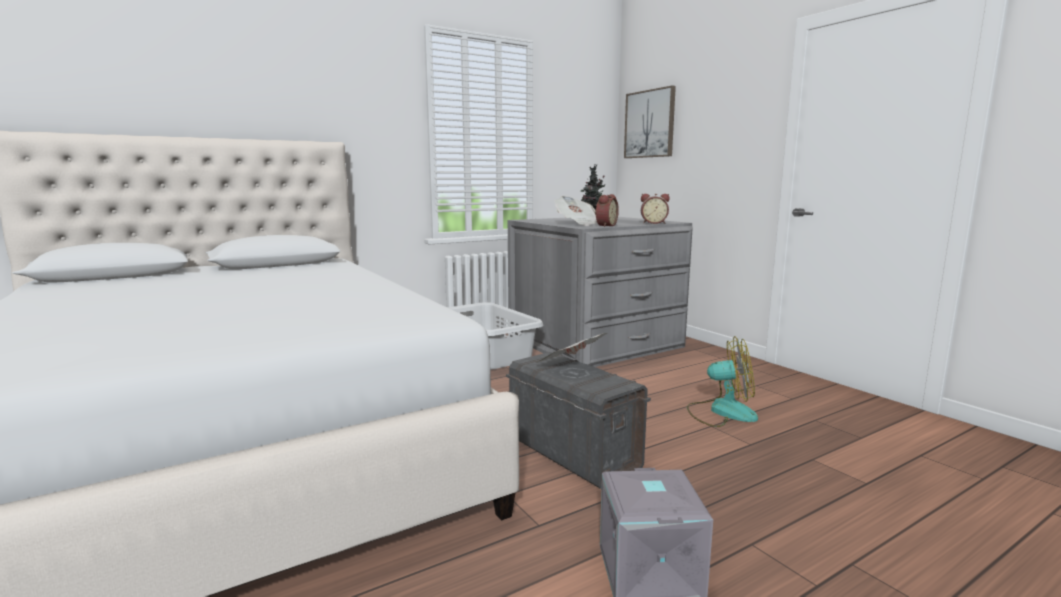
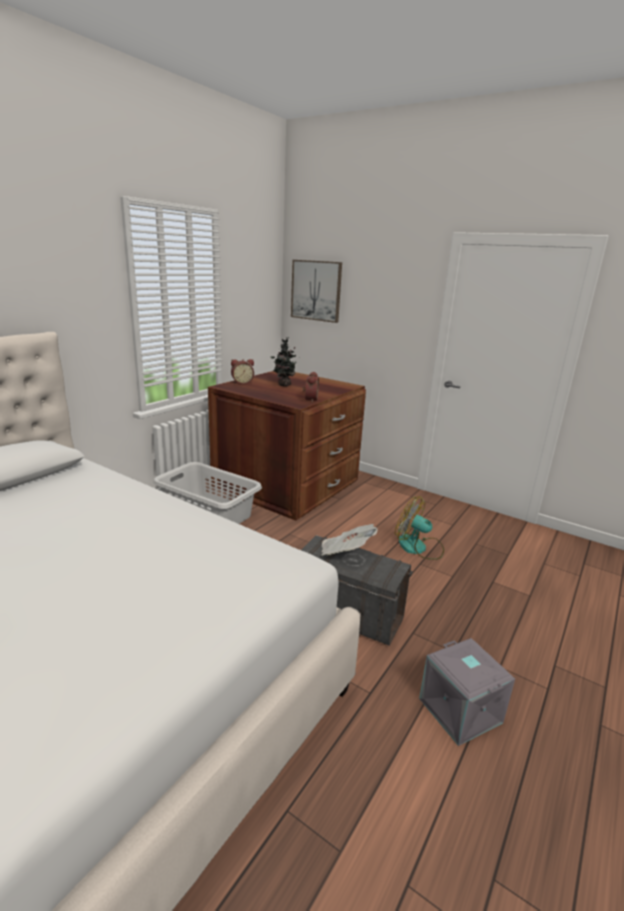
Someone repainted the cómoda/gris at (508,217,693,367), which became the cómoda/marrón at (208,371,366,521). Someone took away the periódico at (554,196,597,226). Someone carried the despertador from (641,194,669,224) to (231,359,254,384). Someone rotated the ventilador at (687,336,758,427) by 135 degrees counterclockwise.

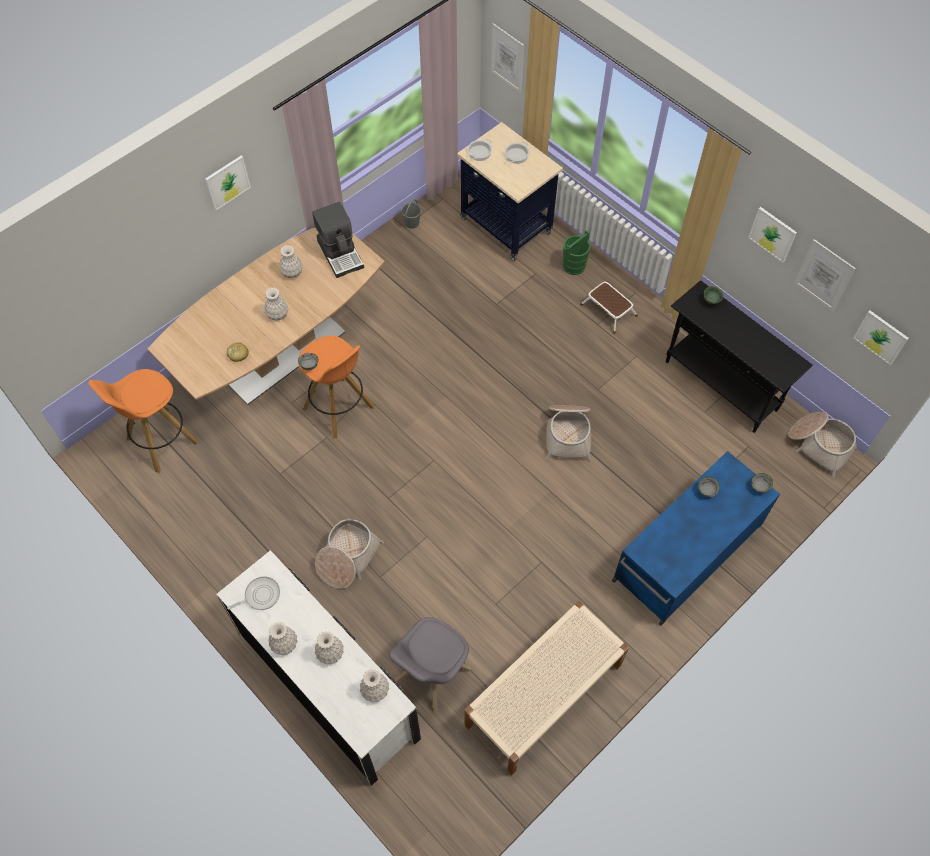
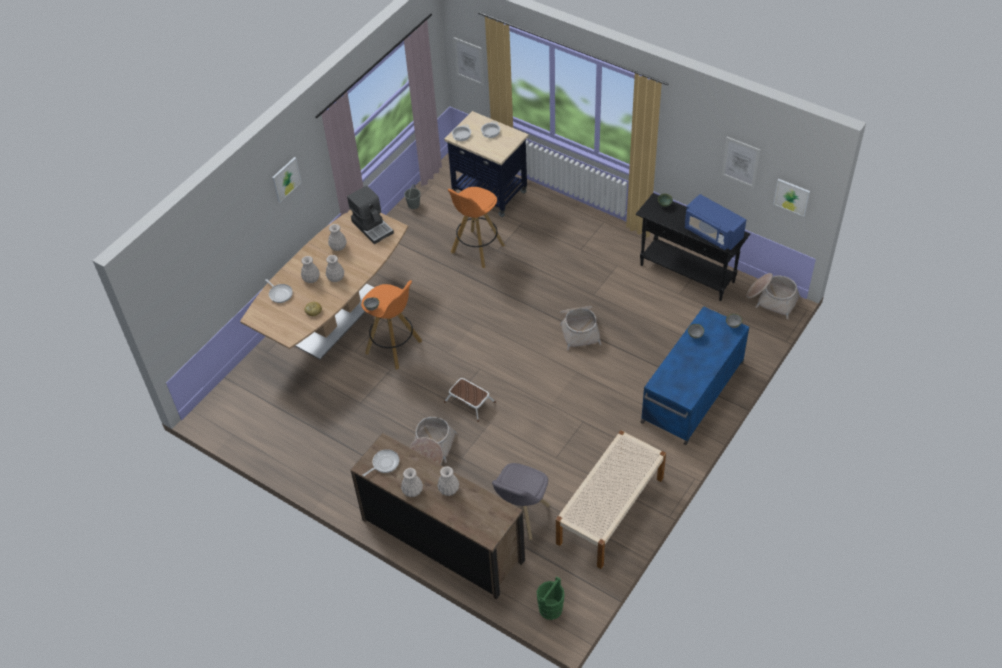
Someone carried the taburete/naranja from (88,369,198,473) to (448,187,505,268). Someone repainted the cómoda/blanco at (216,550,421,785), which became the cómoda/marrón at (351,433,525,599). Someone carried the florero/blanco from (360,669,389,702) to (301,256,320,283). Someone carried the cubo/verde from (563,230,591,275) to (537,576,565,620). Someone carried the escalera de tijera/marrón from (580,282,638,334) to (444,378,496,422). Someone took away the cuadro at (748,207,797,263). Someone put down the sartén at (265,279,293,303). Someone put down the microondas/azul at (685,194,746,250).

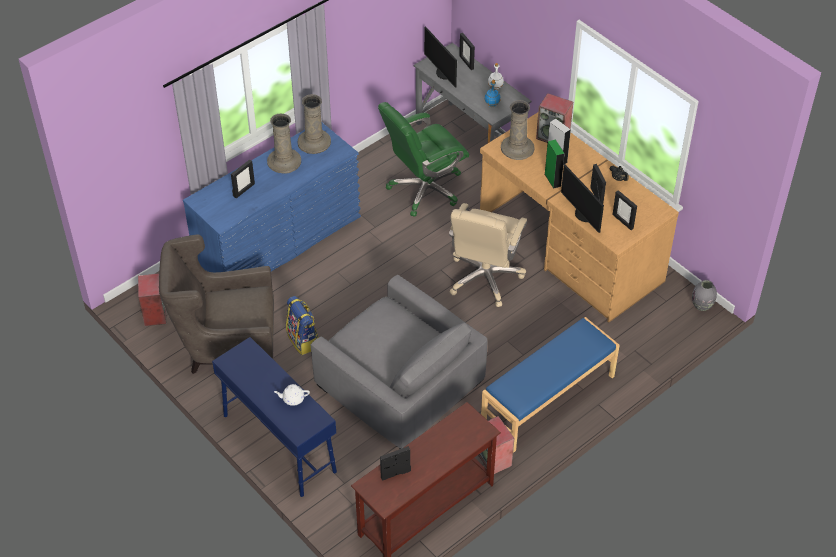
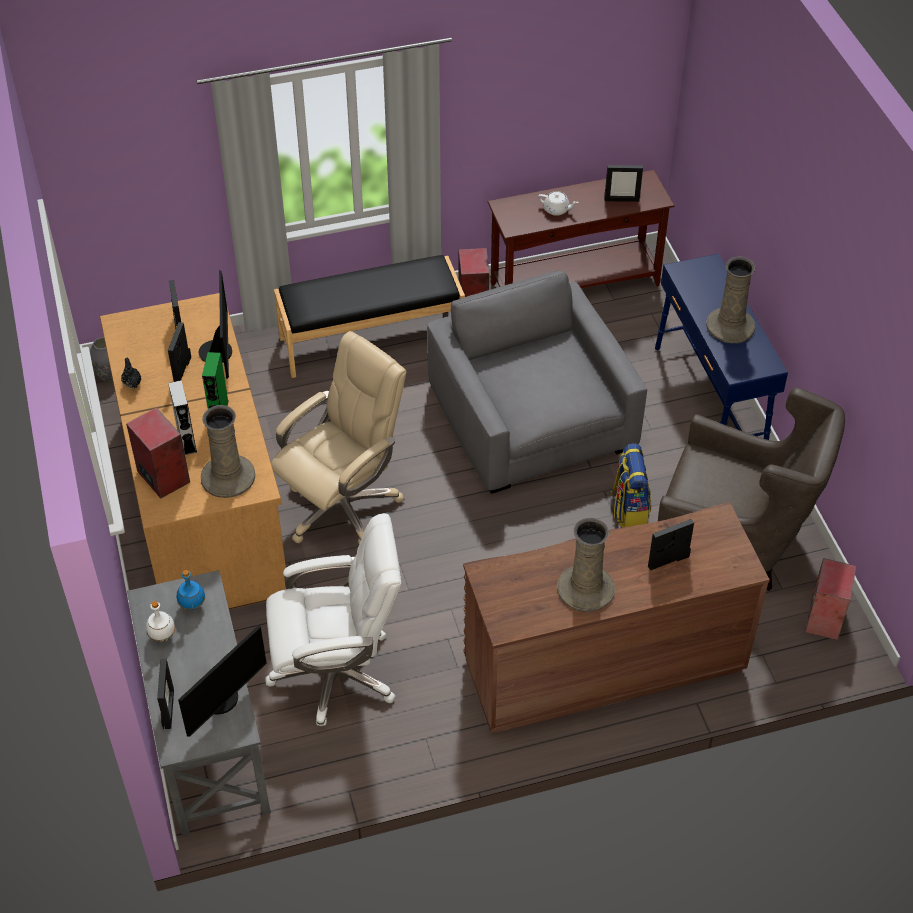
Someone repainted the cómoda/azul at (183,123,361,272), which became the cómoda/marrón at (463,502,770,733). Someone carried the tetera/blanco from (274,384,310,406) to (538,191,579,216). Someone carried the florero/beis from (298,94,331,154) to (706,257,755,343). Someone repainted the silla de oficina/verde at (378,102,469,217), which became the silla de oficina/blanco at (265,513,401,726). Someone rotated the monitor at (424,26,457,87) by 45 degrees clockwise. Someone repainted the banco/azul at (481,317,620,453), which became the banco/negro at (274,255,465,378).

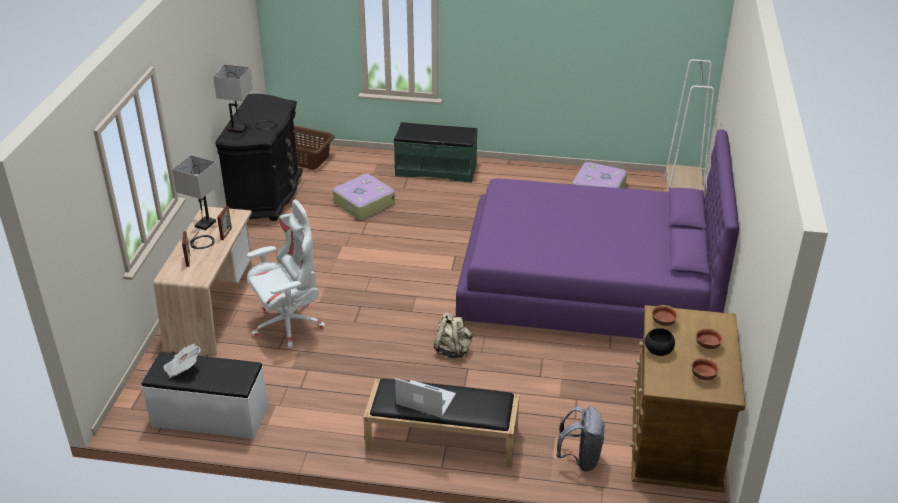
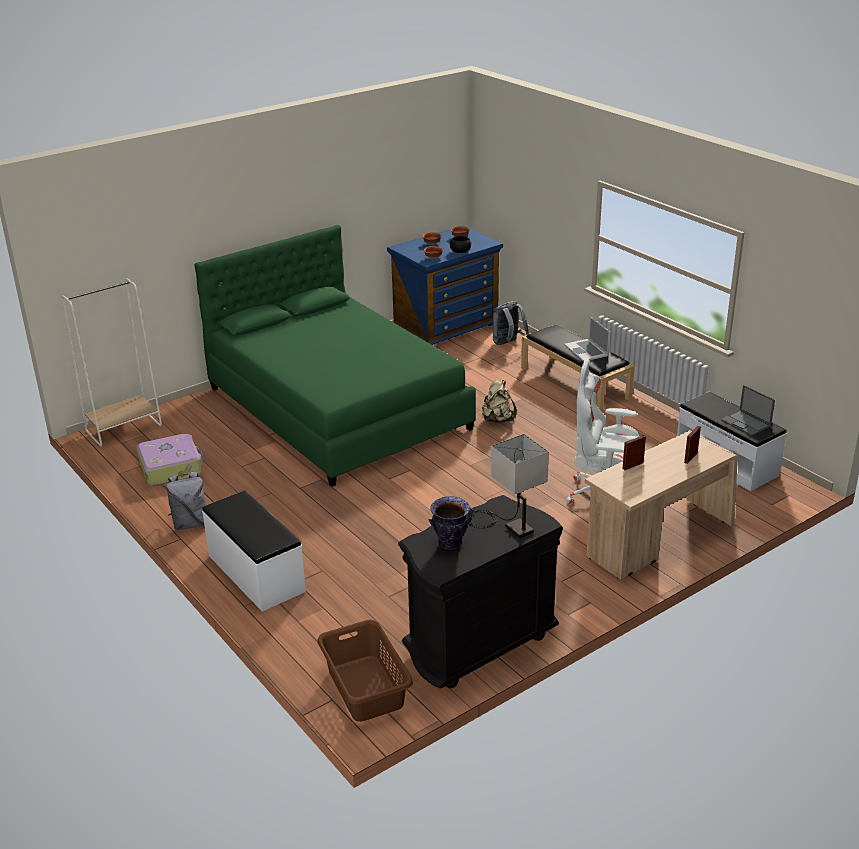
Someone swapped the periódico at (163,344,201,378) for the portátil at (721,385,775,436). Someone took away the lámpara de mesa at (172,155,219,249). Someone took away the maleta at (333,174,395,220). Someone repainted the banco/verde at (394,122,478,183), which became the banco/blanco at (202,491,306,612). Someone repainted the cama/morado at (456,129,739,339), which became the cama/verde at (194,225,476,487). Someone repainted the cómoda/marrón at (630,305,745,493), which became the cómoda/azul at (387,228,503,345). Someone put down the mochila/gris at (167,471,206,530). Someone put down the florero at (428,496,472,549).

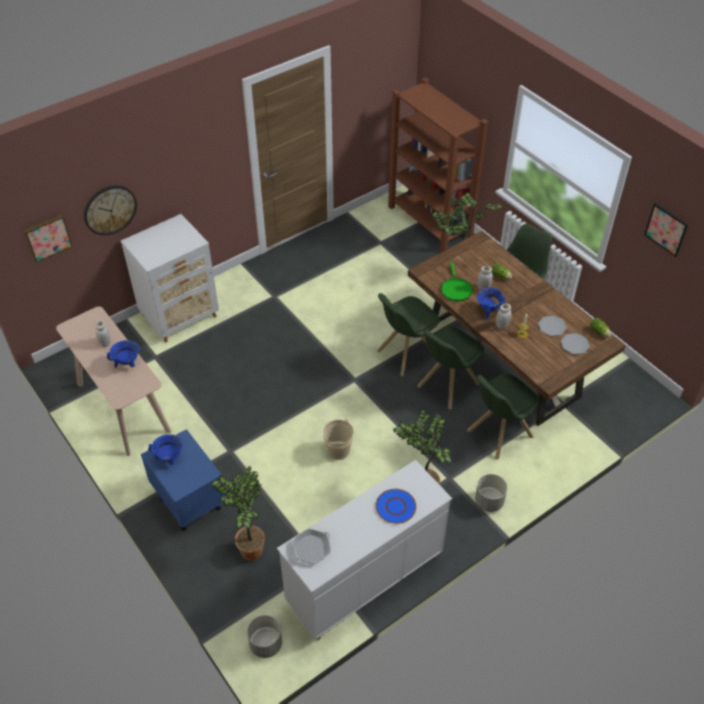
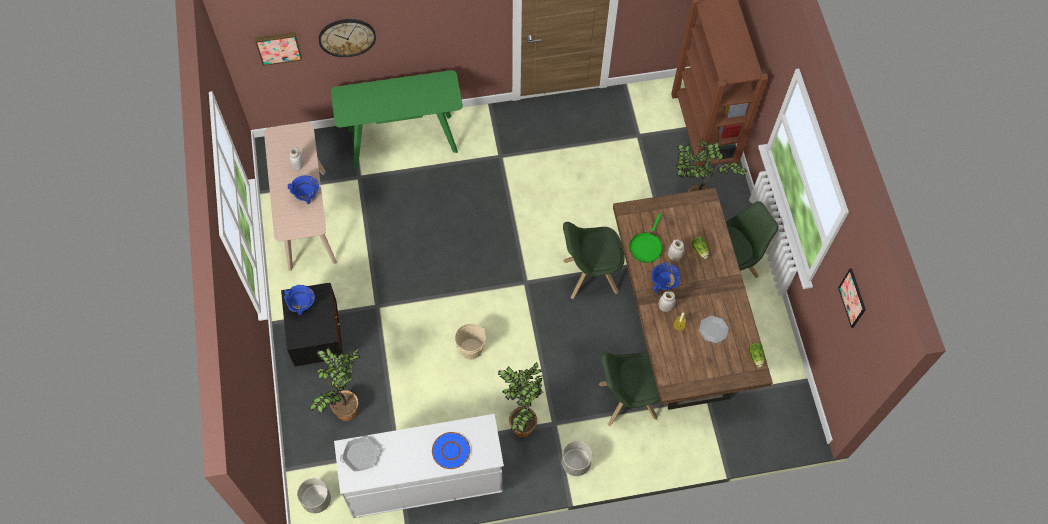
Someone swapped the cómoda/blanco at (121,214,219,343) for the mesa consola/verde at (331,70,463,168). Someone repainted the mesita de noche/azul at (141,429,226,531), which became the mesita de noche/negro at (281,283,343,366). Someone took away the silla/verde at (418,326,484,409). Someone took away the plato at (561,333,590,354).

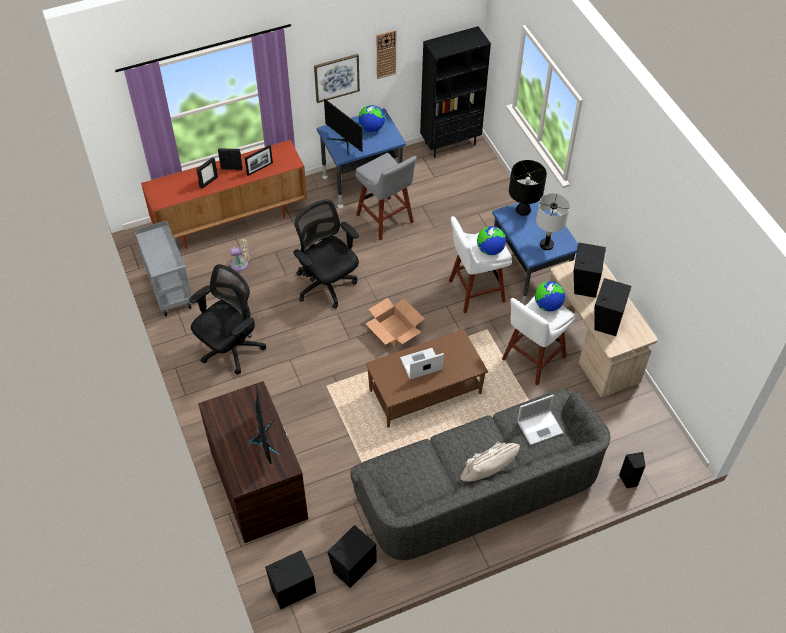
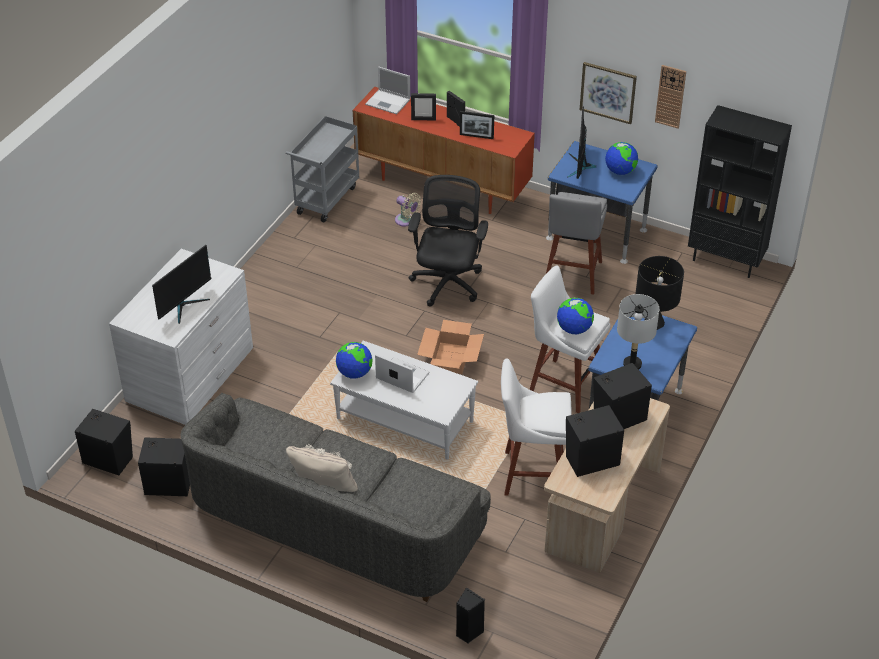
Someone took away the silla de oficina/negro at (189,264,266,375). Someone repainted the cómoda/marrón at (198,381,308,543), which became the cómoda/blanco at (109,249,253,425). Someone repainted the mesa de centro/marrón at (366,329,488,428), which became the mesa de centro/blanco at (330,341,478,460). Someone carried the portátil from (517,395,563,445) to (365,66,410,114). Someone carried the globo terráqueo from (535,281,565,311) to (336,342,373,379).

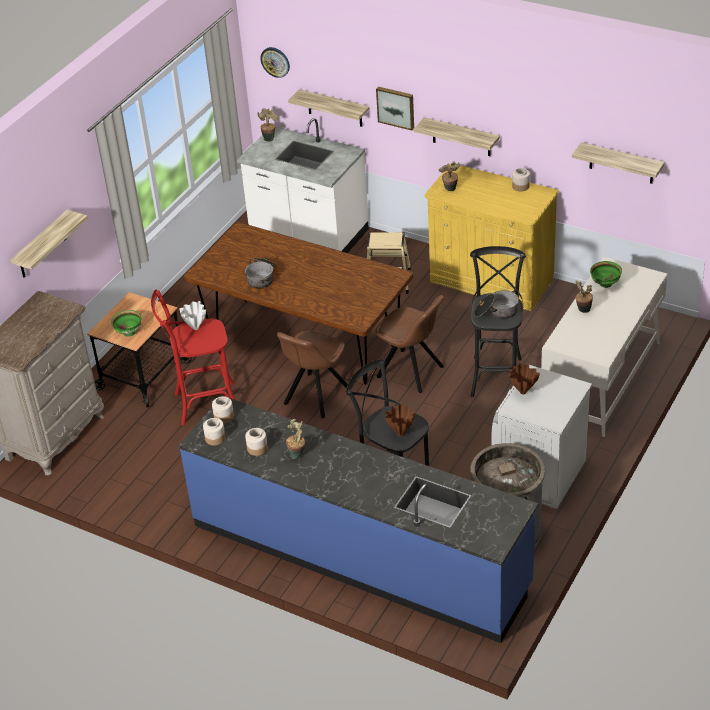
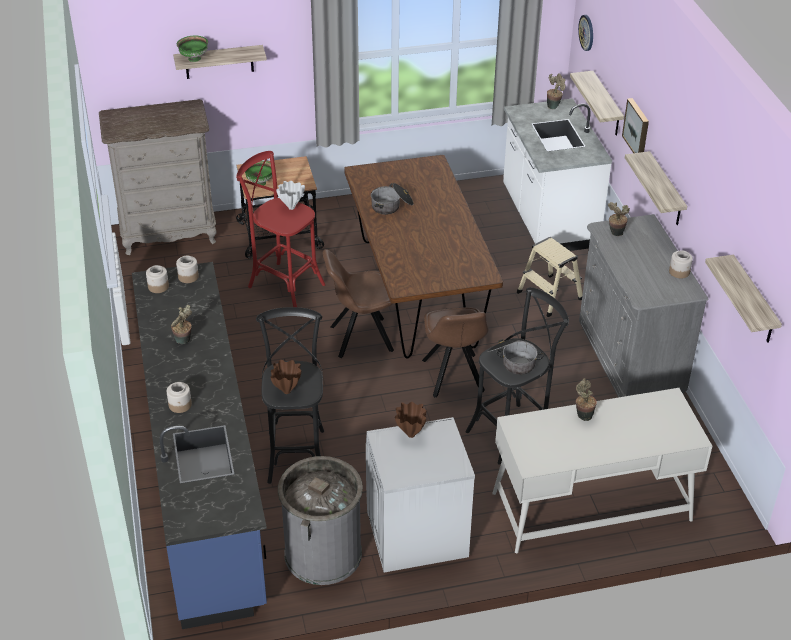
Someone carried the tarro from (245,428,268,456) to (167,382,192,413). Someone repainted the cómoda/amarillo at (425,163,559,311), which became the cómoda/gris at (579,214,708,397). Someone carried the cuenco/verde from (590,261,622,288) to (177,36,208,62).

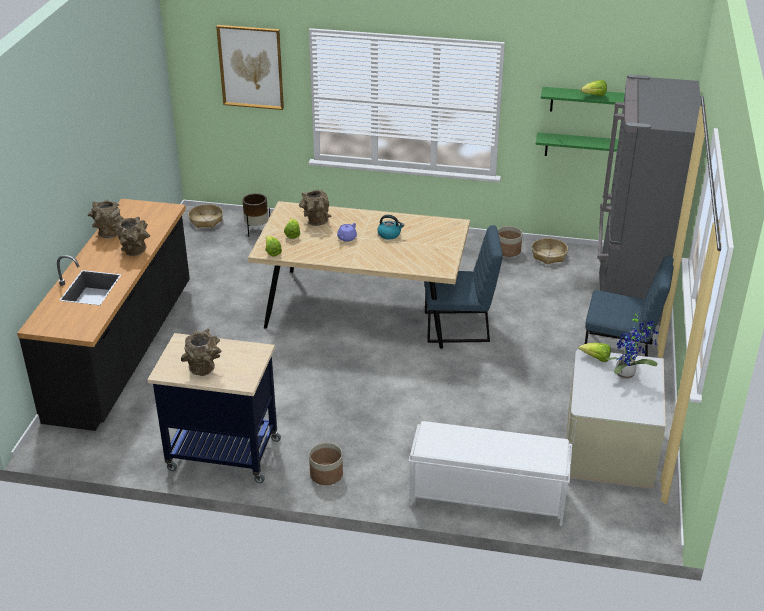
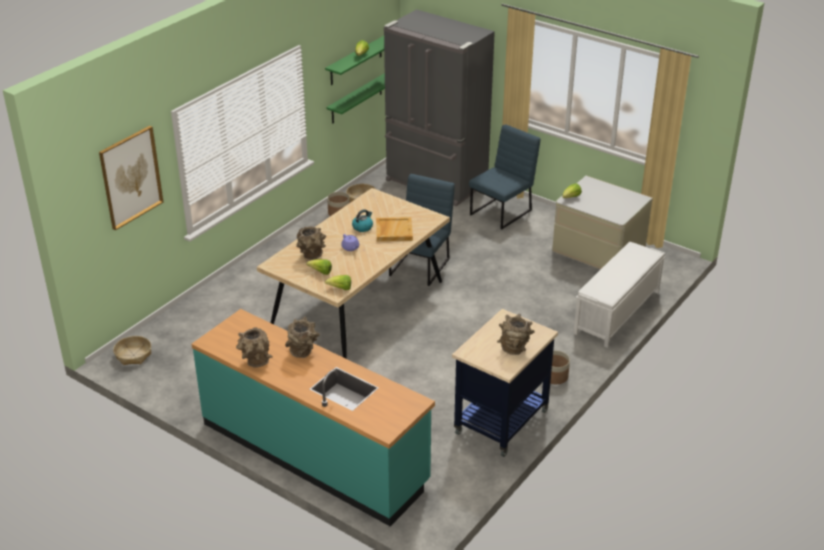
Someone repainted the mueble bajo de cocina/negro at (17,199,190,431), which became the mueble bajo de cocina/turquesa at (192,309,435,526). Someone took away the maceta/marrón at (242,193,270,237). Someone took away the planta en maceta at (606,311,659,379). Someone put down the bandeja/beis at (376,217,413,241).

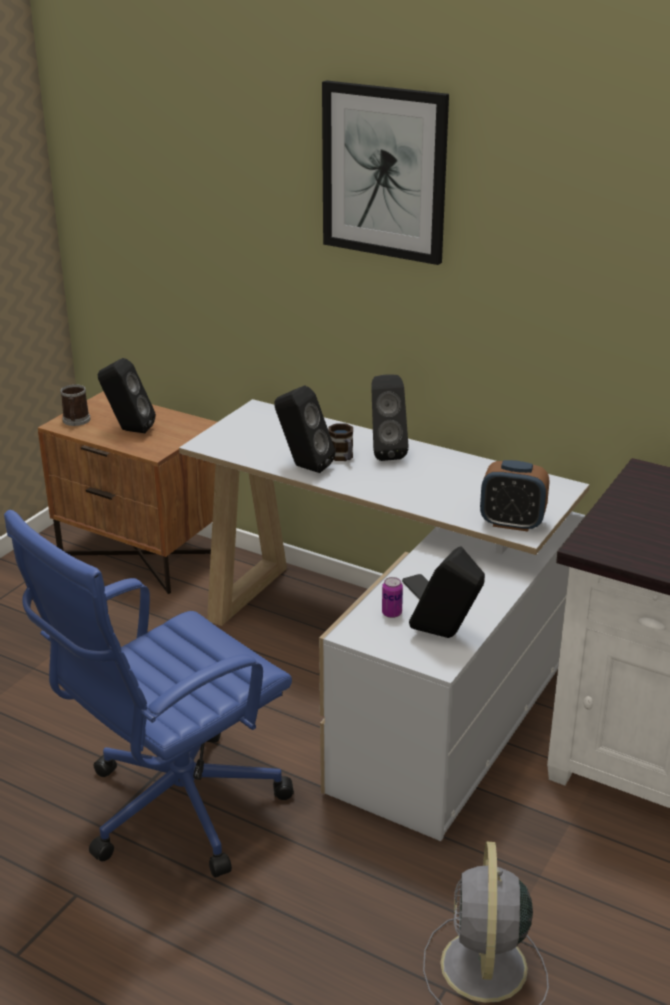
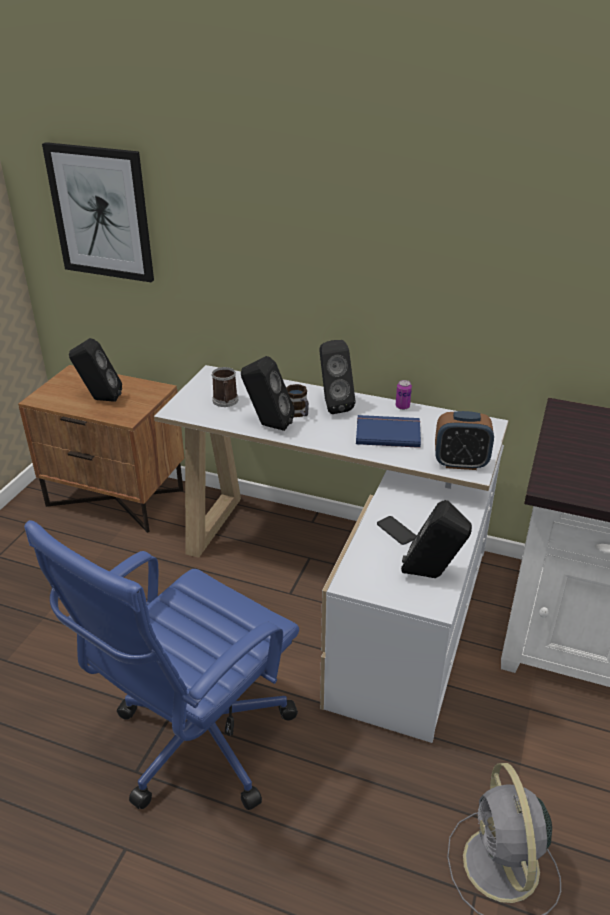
Someone carried the taza grande from (60,384,90,426) to (212,367,238,407). Someone carried the cuadro from (322,80,449,265) to (42,142,154,282). Someone carried the lata from (382,577,403,618) to (396,380,412,410). Someone put down the libro/azul at (356,415,421,448).

